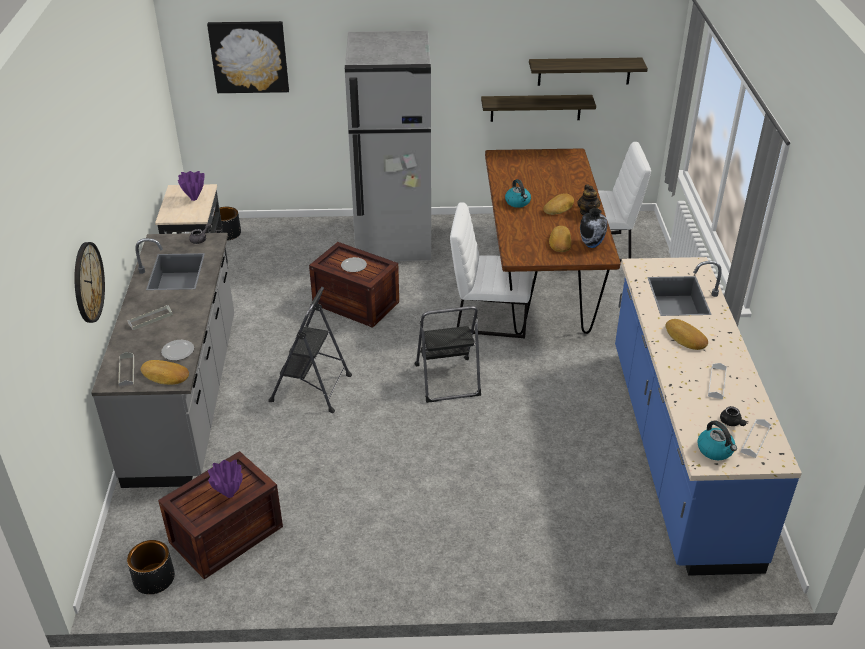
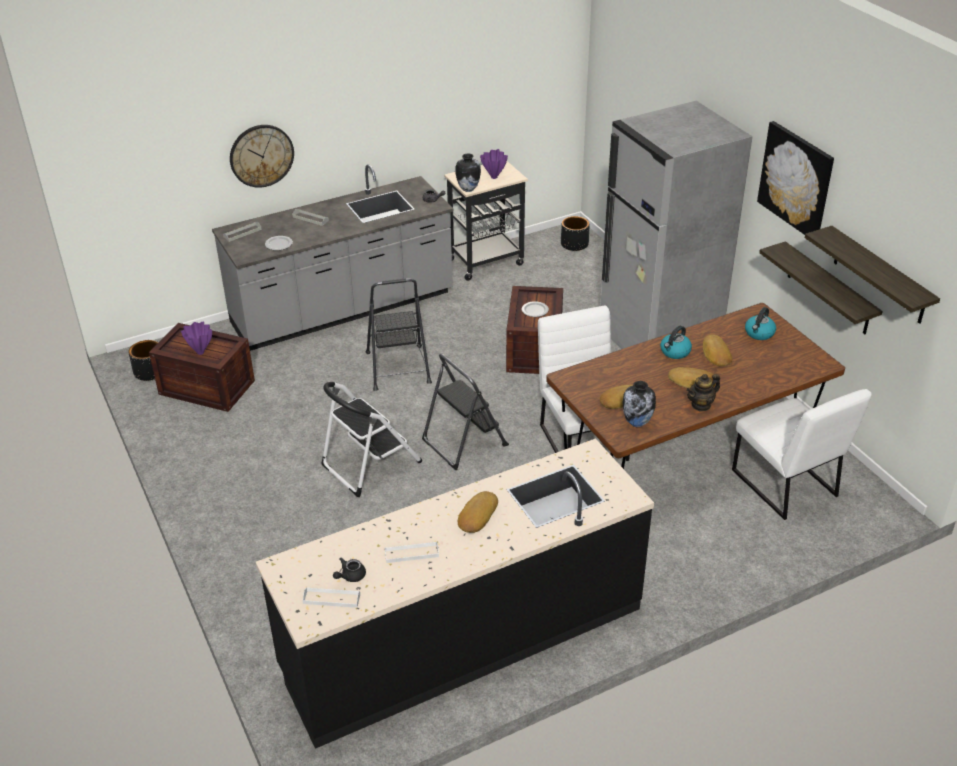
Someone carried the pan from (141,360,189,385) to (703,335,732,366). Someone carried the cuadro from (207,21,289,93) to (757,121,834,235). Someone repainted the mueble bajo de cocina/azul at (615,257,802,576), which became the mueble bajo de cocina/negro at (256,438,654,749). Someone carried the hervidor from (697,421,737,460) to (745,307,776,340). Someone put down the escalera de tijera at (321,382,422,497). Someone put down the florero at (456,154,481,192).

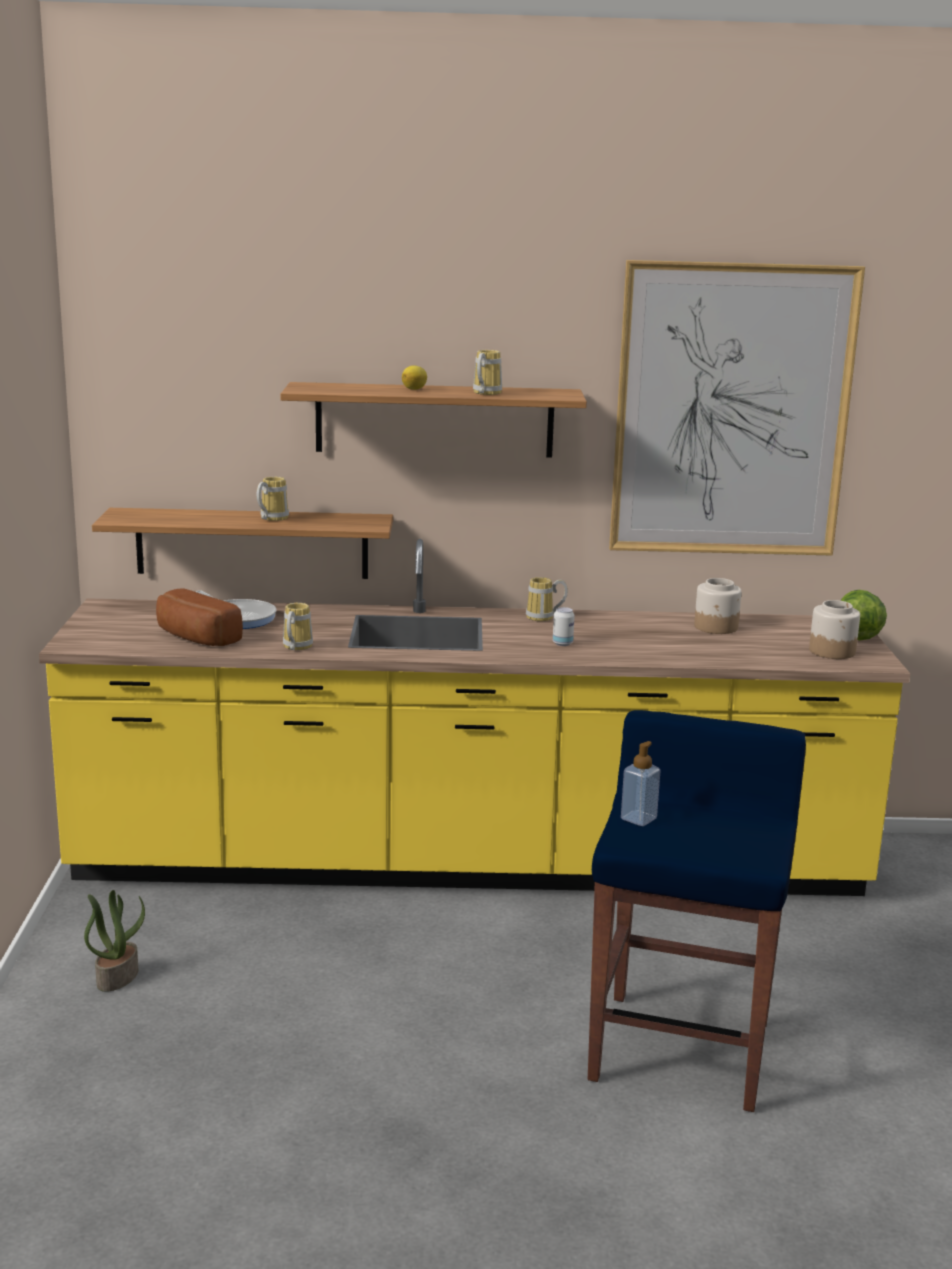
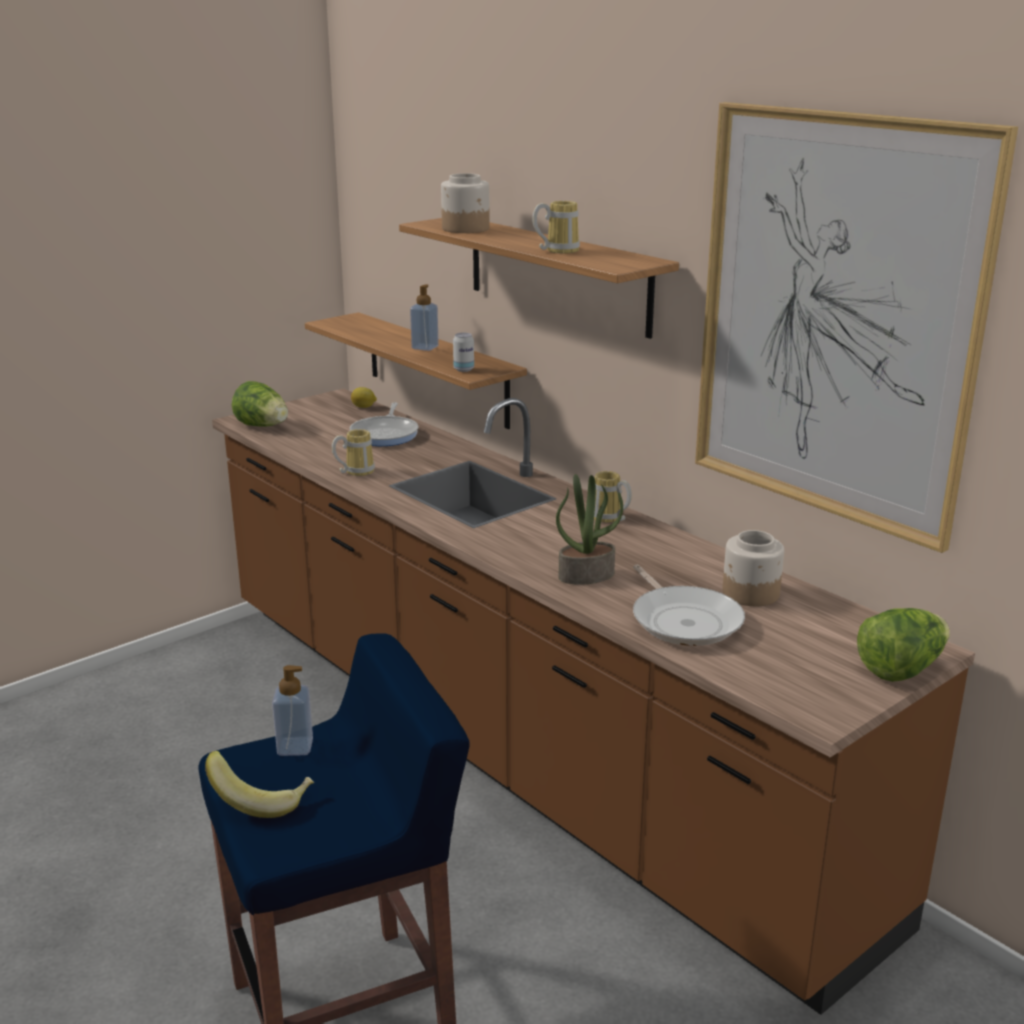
Someone repainted the mueble bajo de cocina/amarillo at (39,539,910,896), which became the mueble bajo de cocina/marrón at (212,388,975,1015). Someone carried the planta en maceta from (84,890,145,992) to (556,474,623,585). Someone took away the pan at (156,589,243,646). Someone swapped the taza grande at (257,477,289,521) for the dispensador de jabón at (410,284,439,351). Someone carried the limón from (402,366,427,390) to (351,387,377,408). Someone carried the lata from (553,607,575,646) to (453,333,474,372). Someone carried the tarro from (809,600,860,659) to (441,173,490,233). Someone put down the plátano at (205,751,314,818). Someone put down the lechuga at (232,381,288,426). Someone put down the sartén at (633,565,745,646).

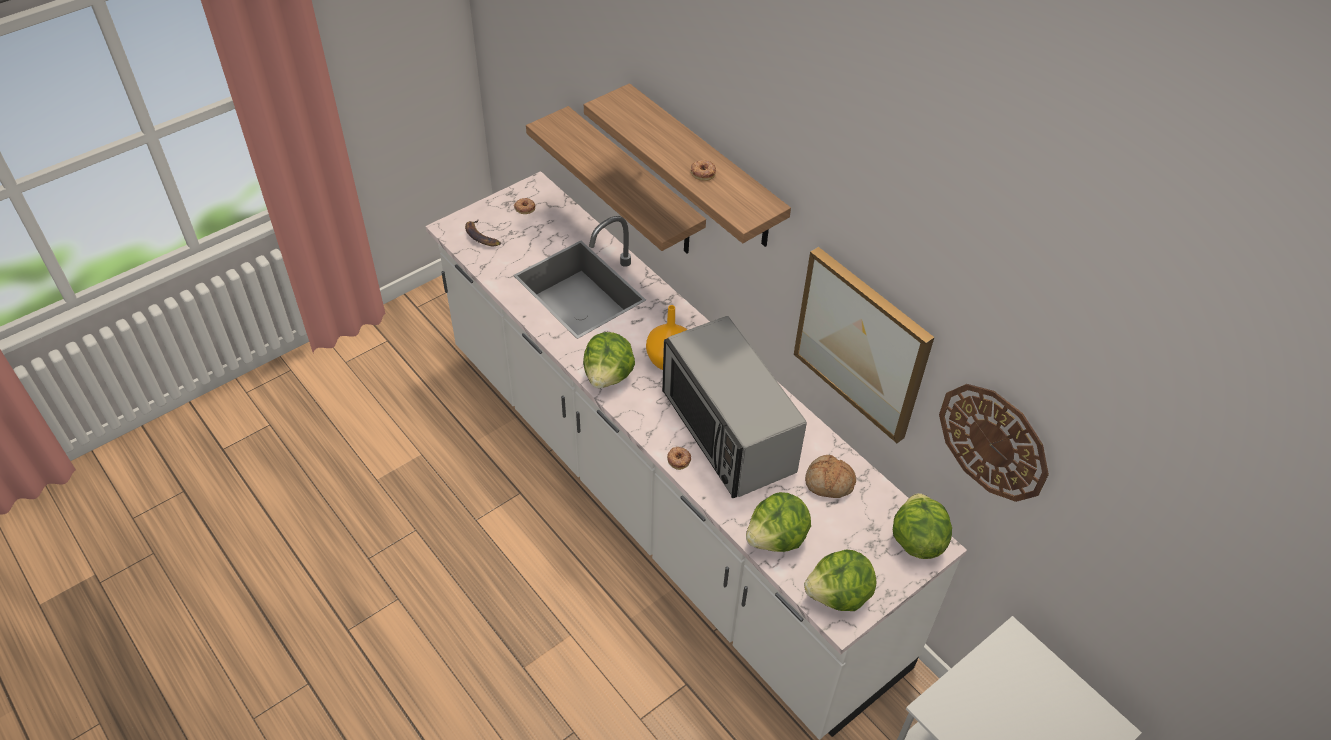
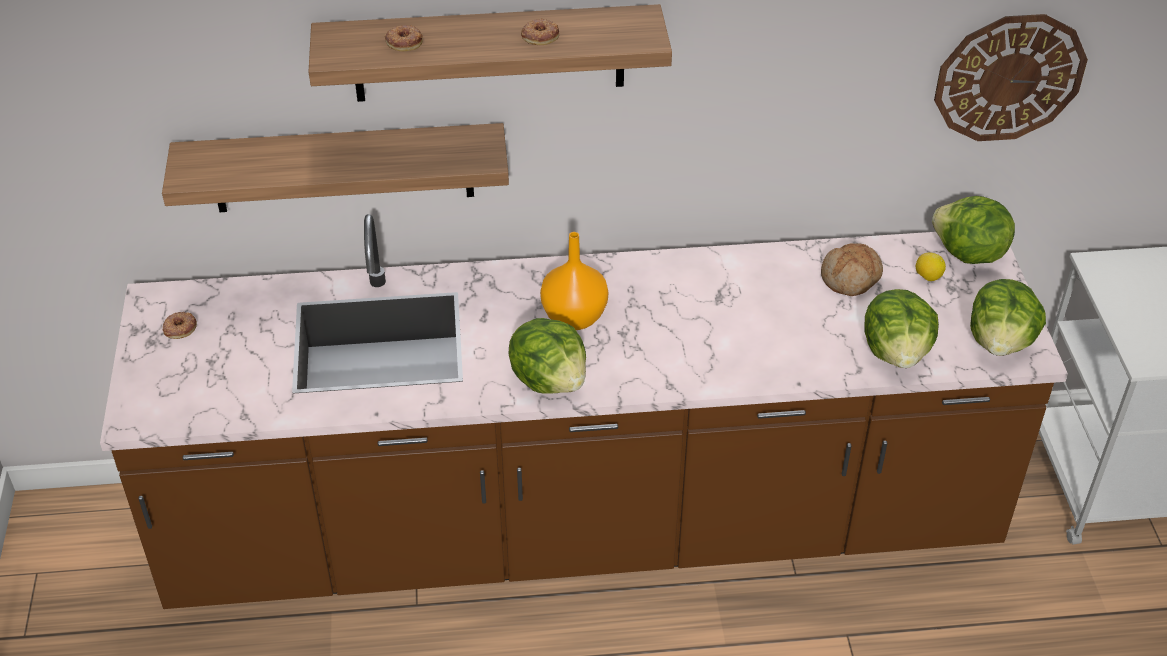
Someone repainted the mueble bajo de cocina/blanco at (425,171,967,740), which became the mueble bajo de cocina/marrón at (100,214,1068,609). Someone took away the plátano at (465,220,501,246). Someone took away the microondas at (662,316,807,498). Someone carried the rosquilla from (667,447,691,470) to (385,25,423,51). Someone took away the cuadro at (794,247,934,443). Someone put down the limón at (916,253,946,281).

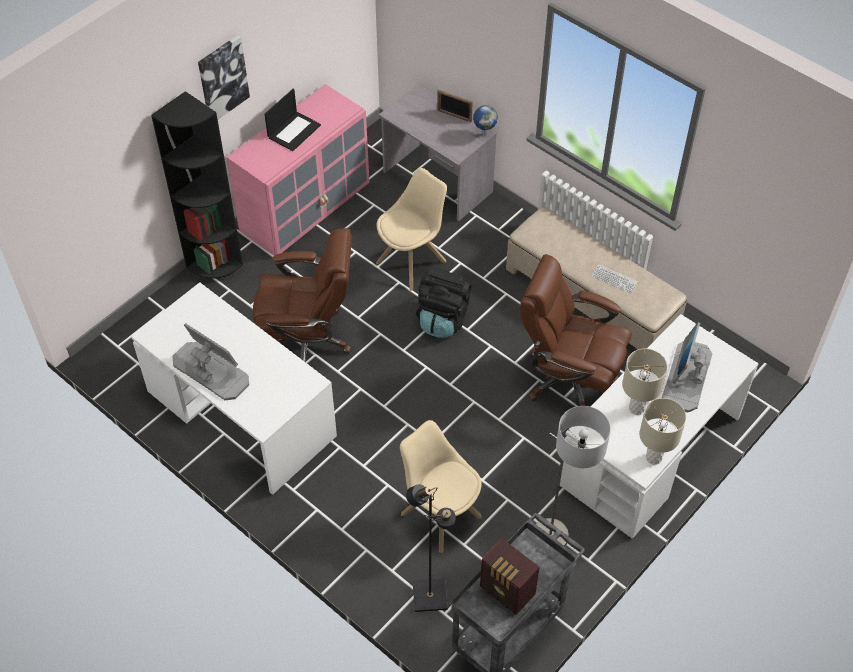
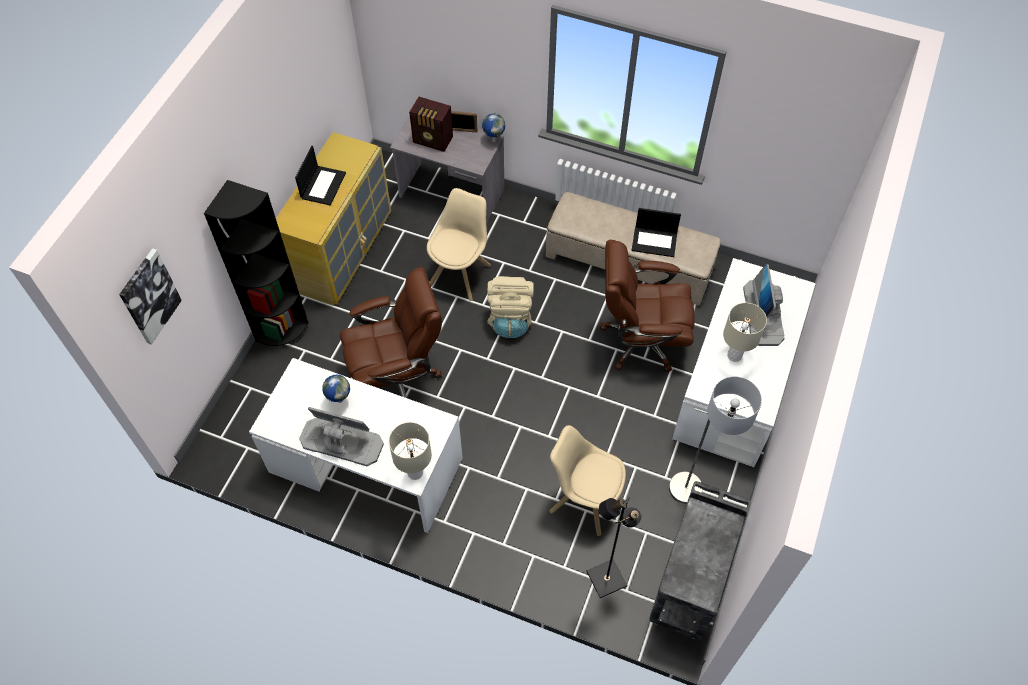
Someone carried the cuadro from (198,35,250,120) to (119,248,182,345). Someone repainted the armario/rosa at (226,84,369,256), which became the armario/amarillo at (276,132,391,306). Someone repainted the mochila/negro at (416,268,471,338), which became the mochila/beis at (487,276,534,338). Someone carried the radio from (480,538,540,615) to (409,97,453,152). Someone swapped the teclado at (592,265,638,293) for the portátil at (631,208,681,257). Someone carried the lámpara de mesa/beis from (639,398,686,465) to (389,422,432,480). Someone put down the globo terráqueo at (322,375,350,403).

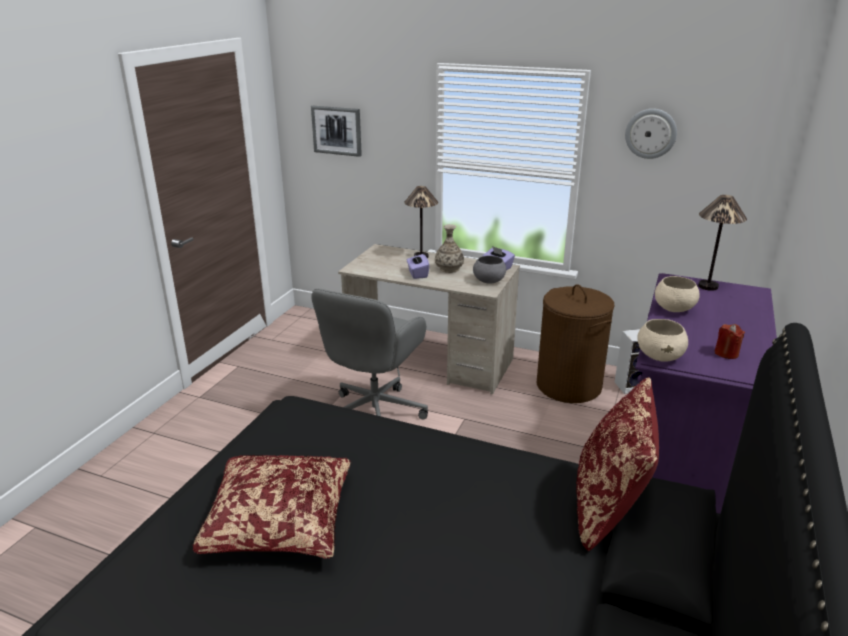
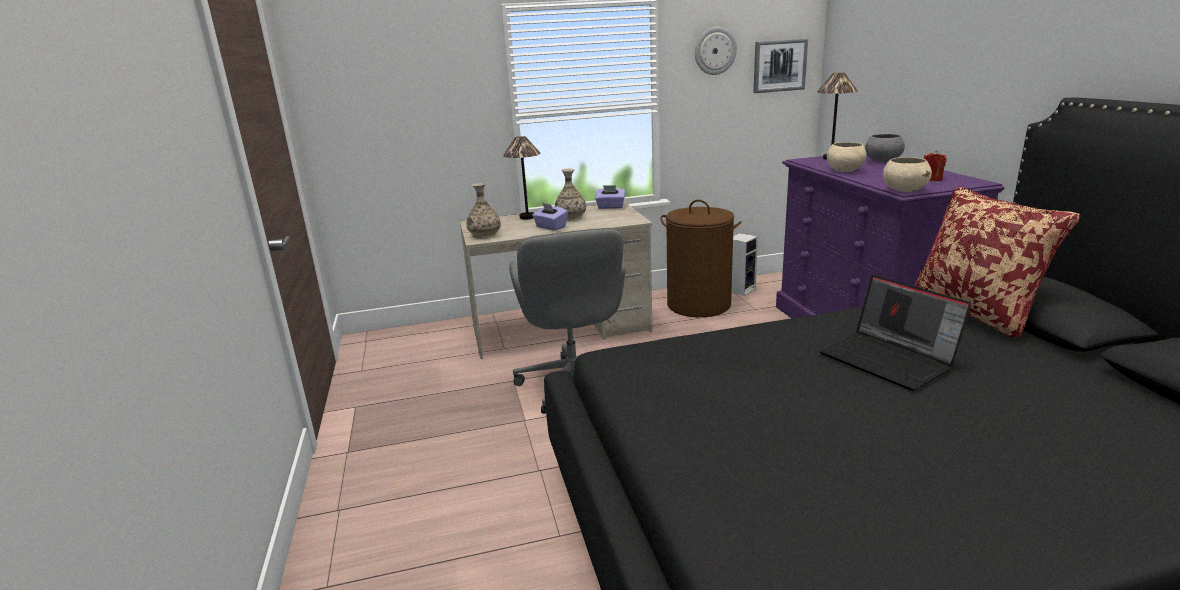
Someone took away the cojín/rojo at (193,455,351,559). Someone carried the cuadro from (311,106,362,157) to (754,39,808,93). Someone carried the cuenco/gris from (473,255,506,284) to (865,134,905,162). Someone put down the florero at (466,183,501,238). Someone put down the portátil at (819,275,971,391).

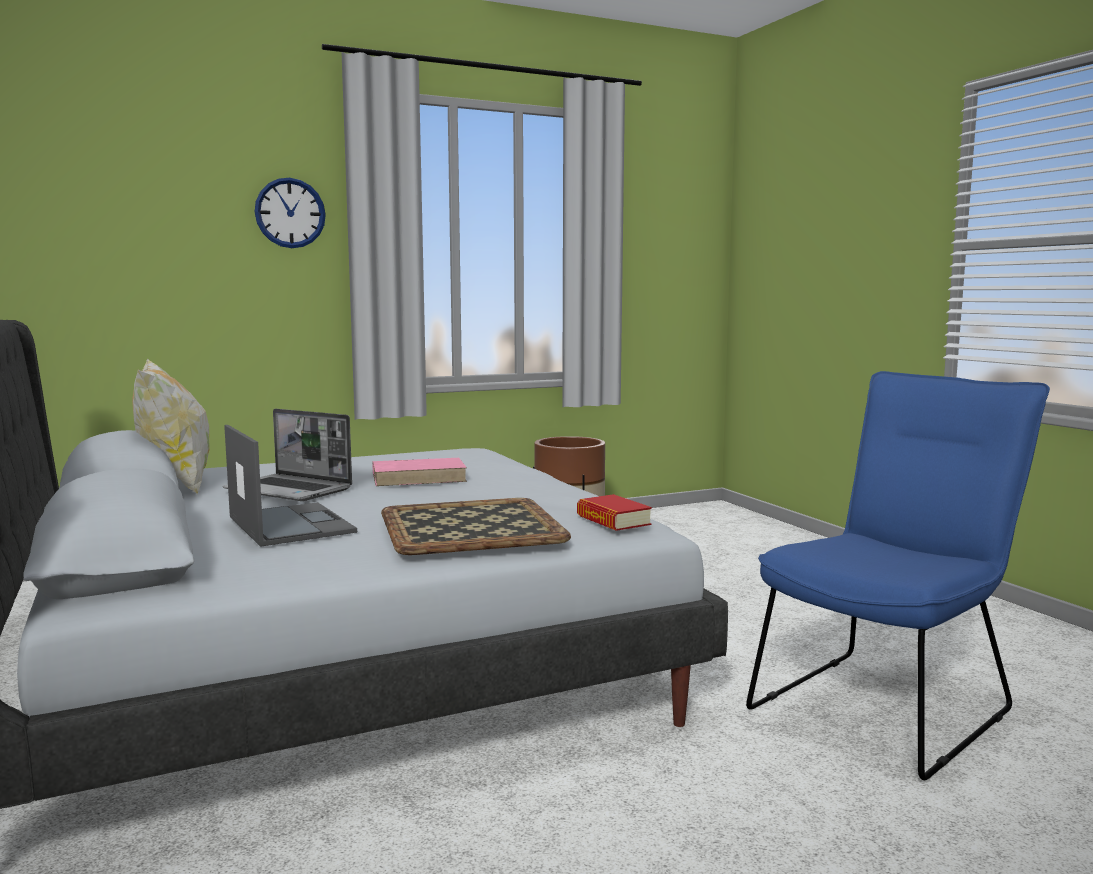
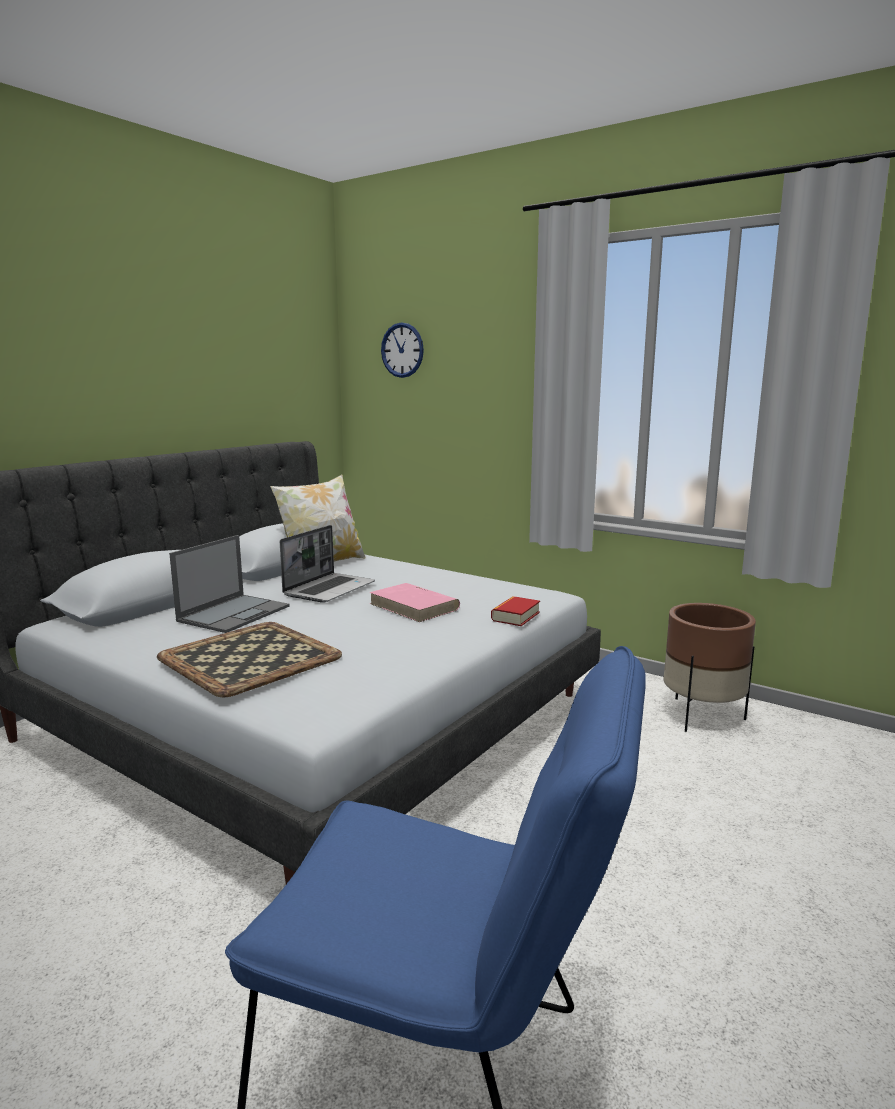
Someone rotated the portátil at (223,409,352,501) by 150 degrees counterclockwise. Someone carried the reloj de pared from (255,178,326,248) to (381,323,424,378). Someone carried the libro from (577,494,652,531) to (491,596,540,626).

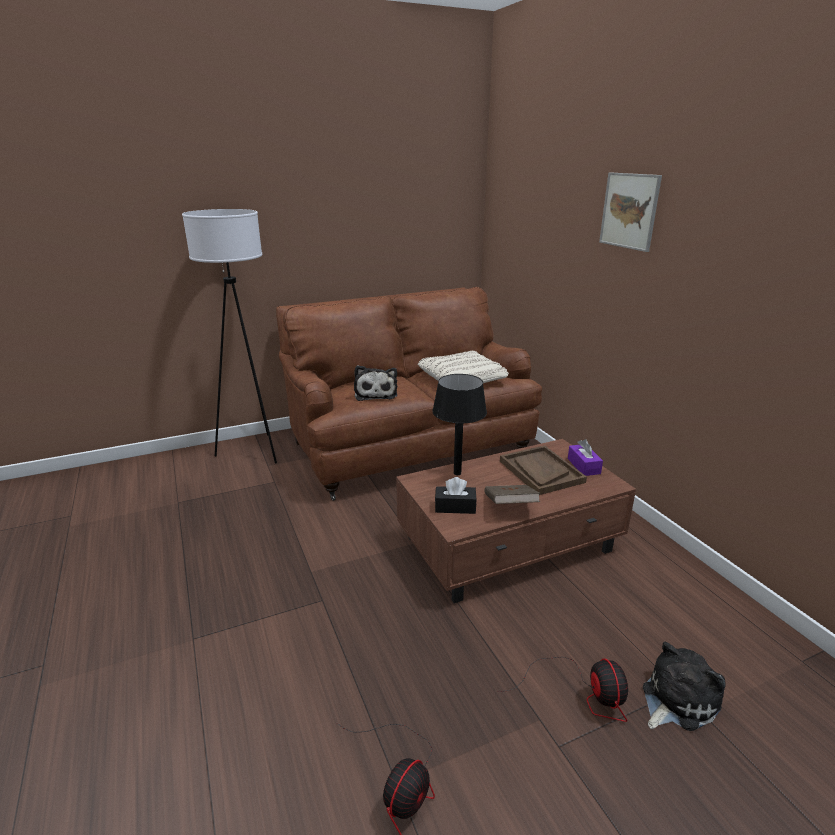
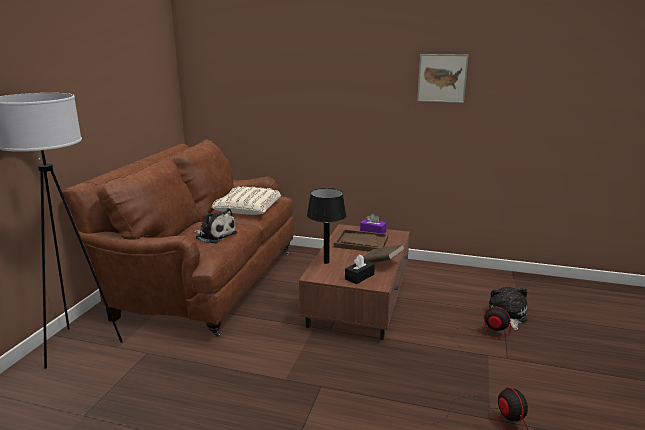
Someone carried the cuadro from (599,173,662,252) to (417,54,468,103).

